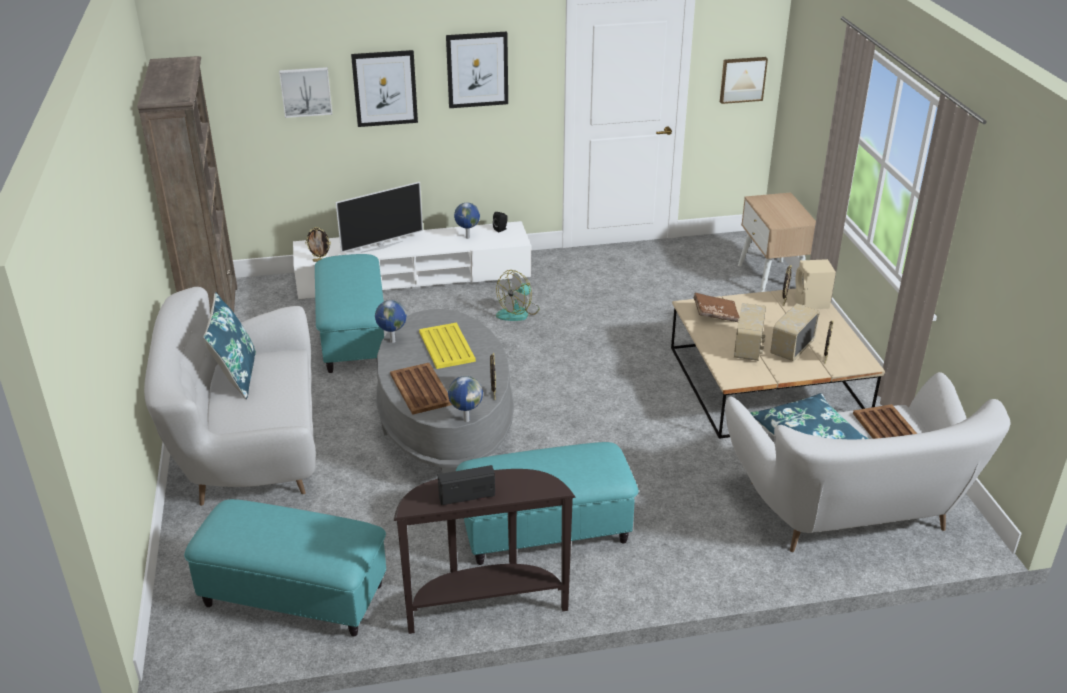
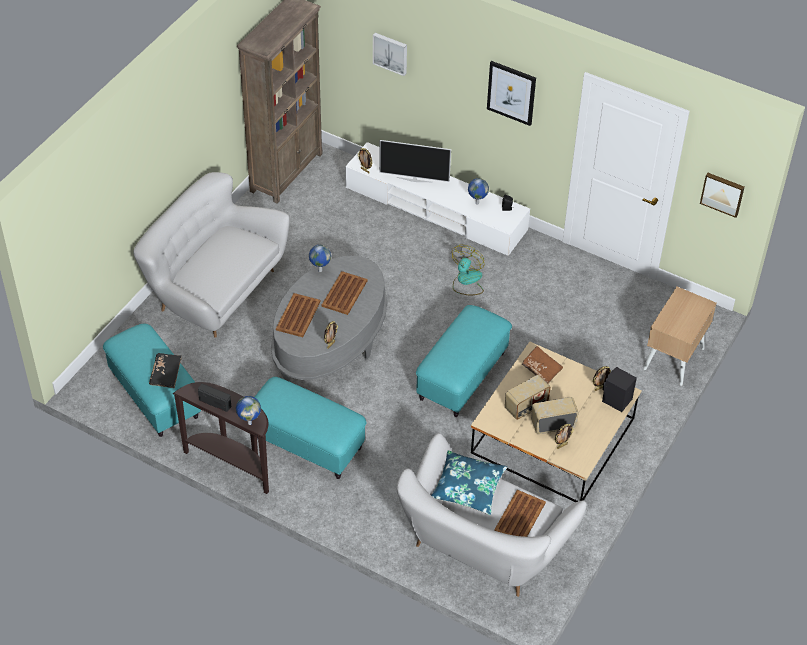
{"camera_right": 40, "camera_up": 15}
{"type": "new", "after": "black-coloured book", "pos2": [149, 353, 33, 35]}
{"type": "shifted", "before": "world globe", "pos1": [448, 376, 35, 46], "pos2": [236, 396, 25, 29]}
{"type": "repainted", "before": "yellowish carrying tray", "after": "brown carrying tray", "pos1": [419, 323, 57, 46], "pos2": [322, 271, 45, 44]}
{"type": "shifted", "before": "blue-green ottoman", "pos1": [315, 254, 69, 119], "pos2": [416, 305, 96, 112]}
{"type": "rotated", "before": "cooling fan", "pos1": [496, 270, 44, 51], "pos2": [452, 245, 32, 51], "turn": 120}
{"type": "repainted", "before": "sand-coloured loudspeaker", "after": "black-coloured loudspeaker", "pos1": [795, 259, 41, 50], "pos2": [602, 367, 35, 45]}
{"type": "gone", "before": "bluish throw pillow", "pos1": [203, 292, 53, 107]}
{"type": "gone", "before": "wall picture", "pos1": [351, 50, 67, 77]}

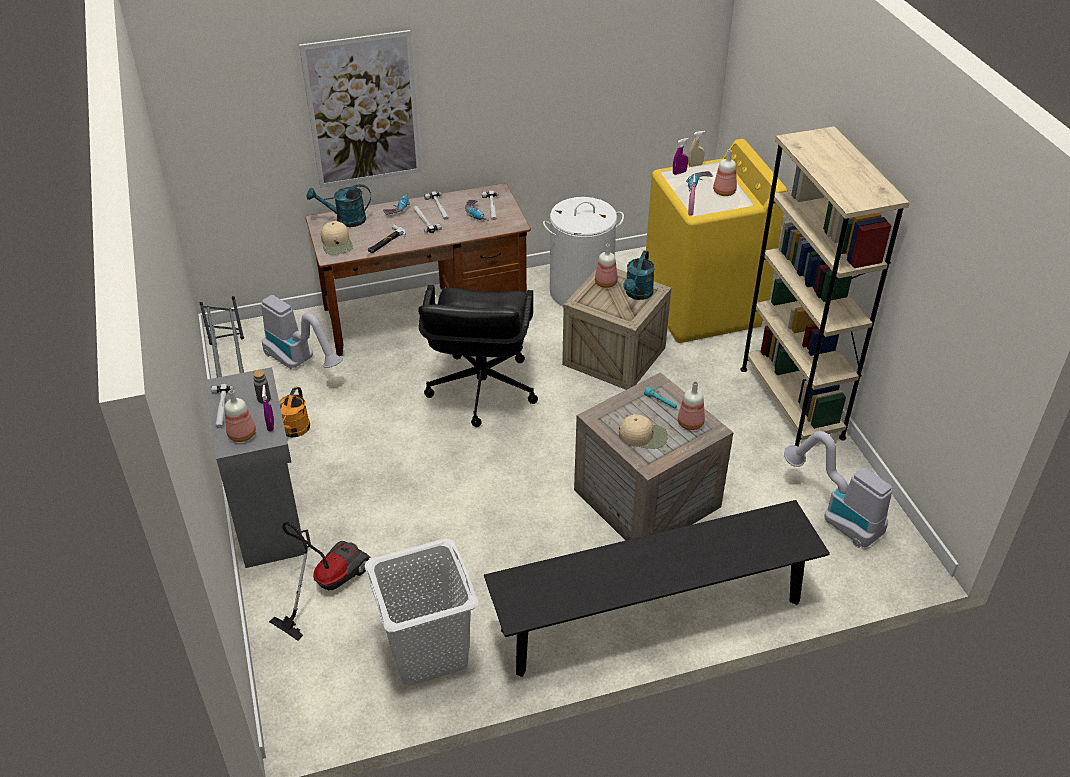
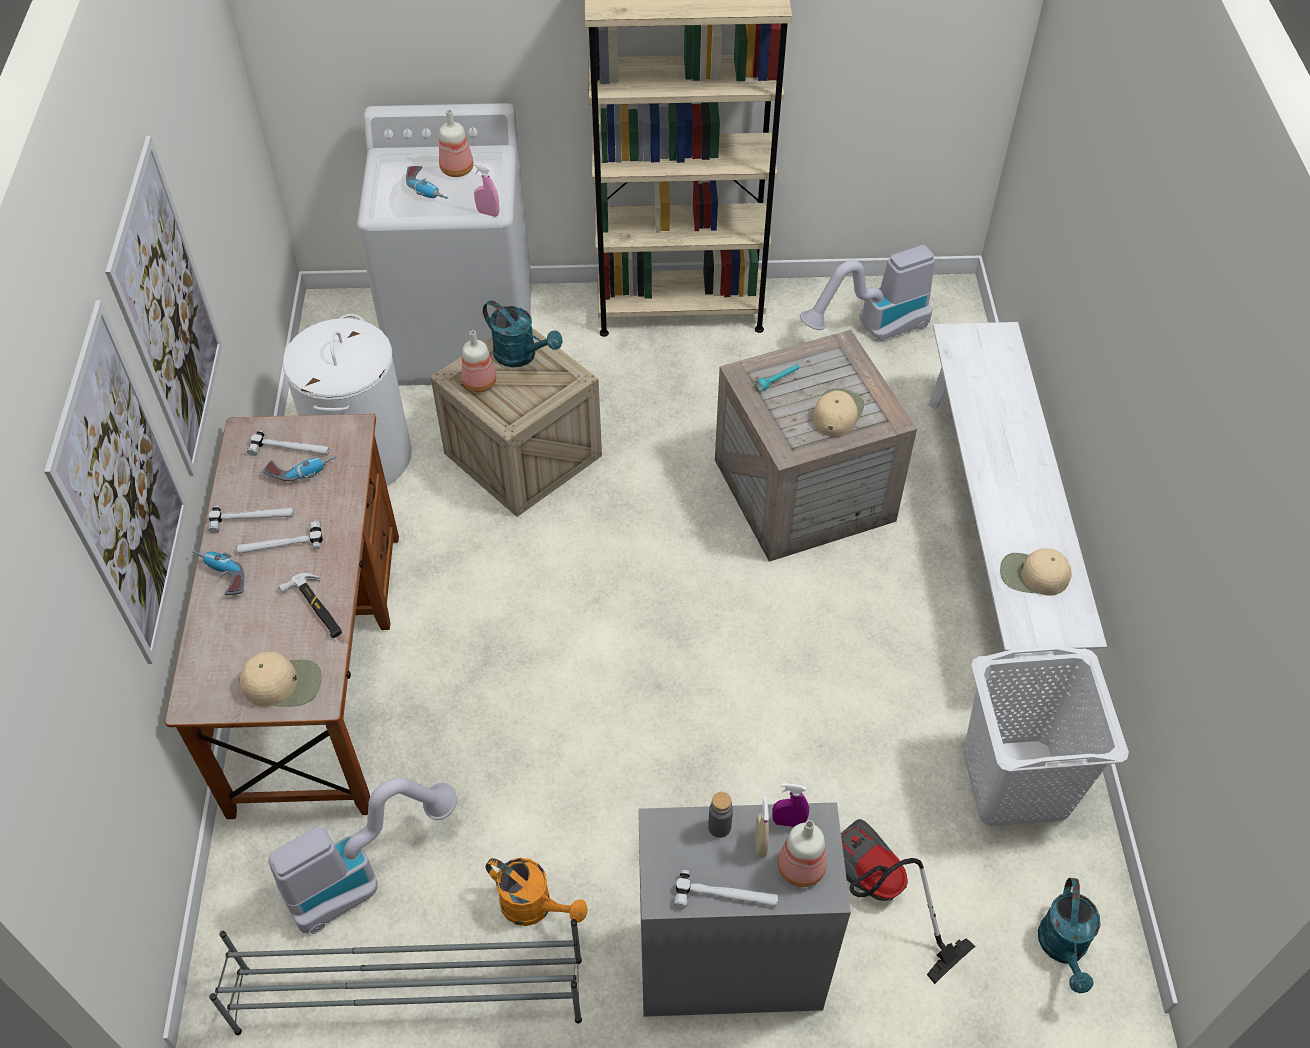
{"camera_right": -75, "camera_up": 10}
{"type": "new", "after": "wall picture", "pos2": [105, 136, 117, 340]}
{"type": "repainted", "before": "yellowish laundry machine", "after": "white laundry machine", "pos1": [646, 139, 141, 204], "pos2": [357, 103, 174, 283]}
{"type": "shifted", "before": "sand-coloured spray bottle", "pos1": [688, 131, 17, 36], "pos2": [755, 795, 14, 63]}
{"type": "repainted", "before": "black-coloured indoor bench", "after": "white indoor bench", "pos1": [484, 500, 346, 177], "pos2": [928, 322, 179, 356]}
{"type": "new", "after": "sand-coloured peaked cap", "pos2": [1000, 548, 72, 48]}
{"type": "shifted", "before": "blue-green sprinkling can", "pos1": [306, 184, 65, 43], "pos2": [1038, 878, 63, 116]}
{"type": "gone", "before": "black-coloured office chair", "pos1": [418, 285, 120, 142]}
{"type": "gone", "before": "purplish spray bottle", "pos1": [673, 138, 16, 37]}
{"type": "gone", "before": "bottle", "pos1": [678, 381, 27, 49]}

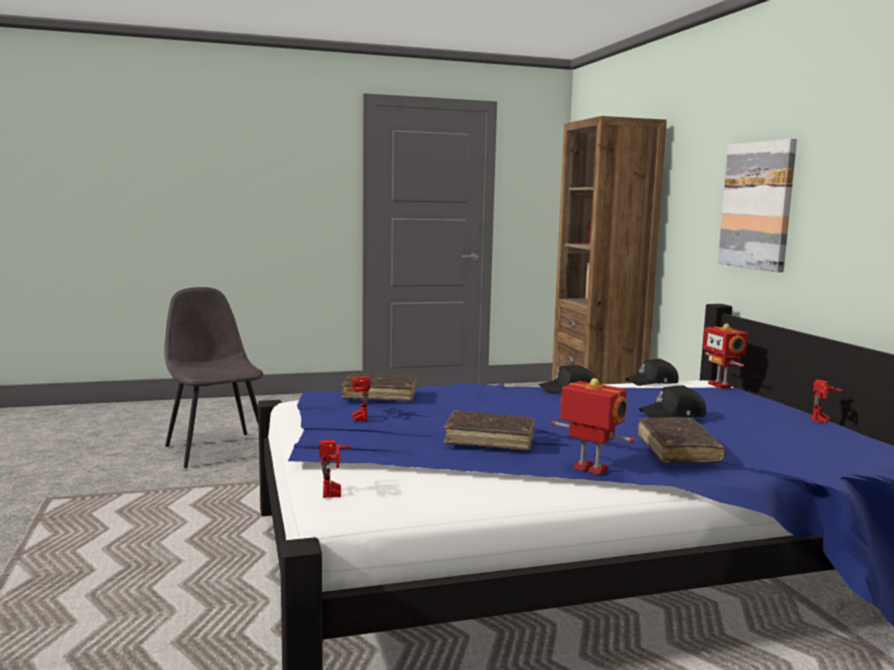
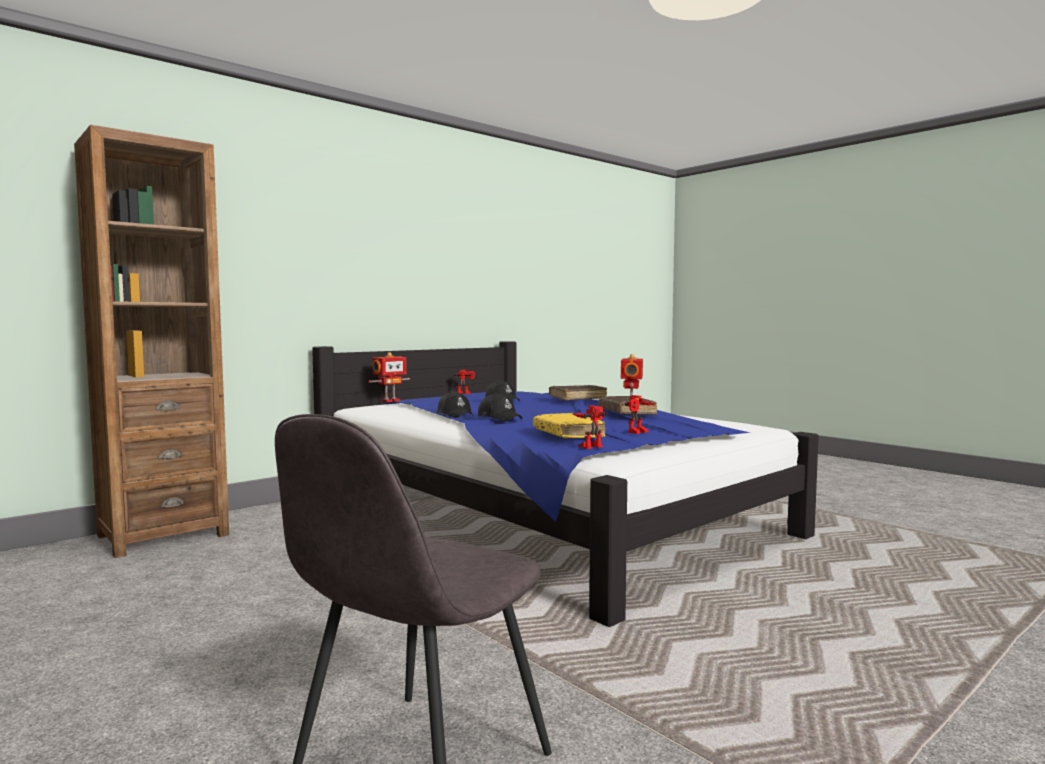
{"camera_right": -115, "camera_up": -5}
{"type": "shifted", "before": "black-coloured peaked cap", "pos1": [625, 358, 54, 28], "pos2": [478, 393, 44, 28]}
{"type": "repainted", "before": "brown book", "after": "yellowish book", "pos1": [342, 373, 75, 29], "pos2": [533, 413, 72, 25]}
{"type": "shifted", "before": "toy robot", "pos1": [319, 440, 33, 58], "pos2": [573, 405, 35, 44]}
{"type": "gone", "before": "wall picture", "pos1": [718, 138, 79, 134]}

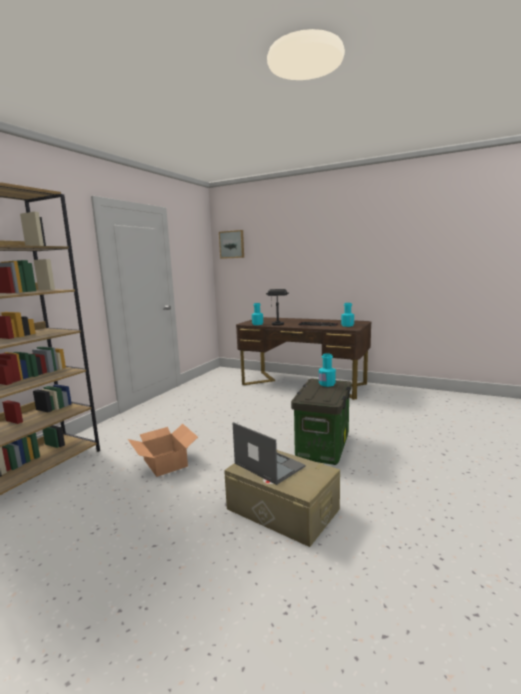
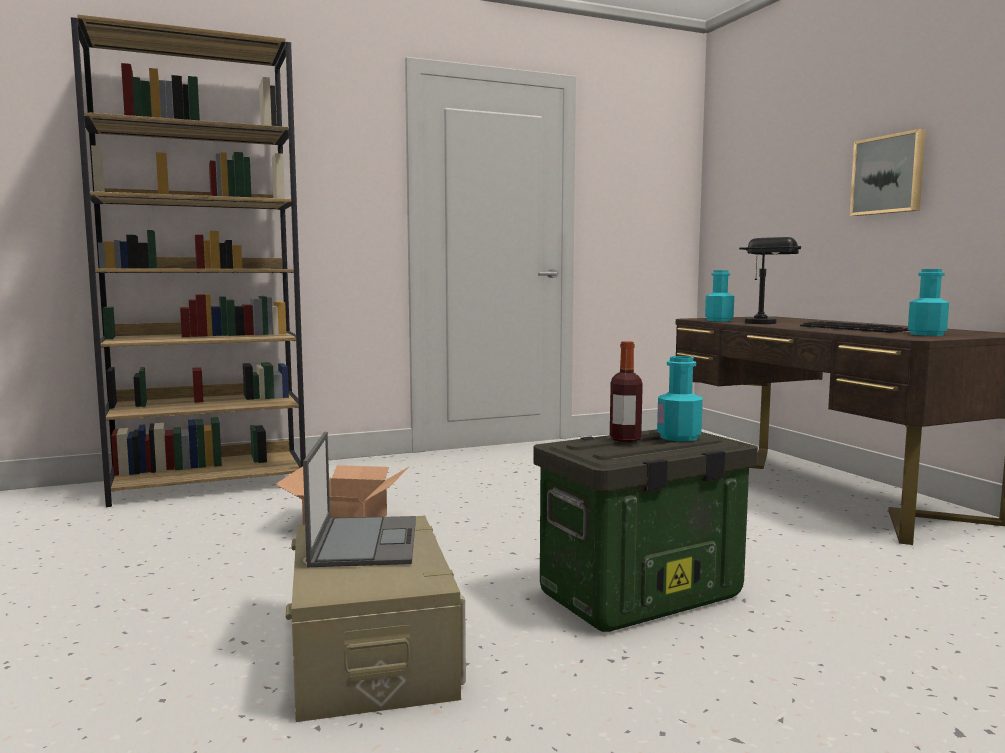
{"camera_right": 40, "camera_up": -5}
{"type": "new", "after": "bottle", "pos2": [610, 341, 33, 101]}
{"type": "shifted", "before": "wall picture", "pos1": [219, 230, 25, 29], "pos2": [850, 129, 76, 87]}

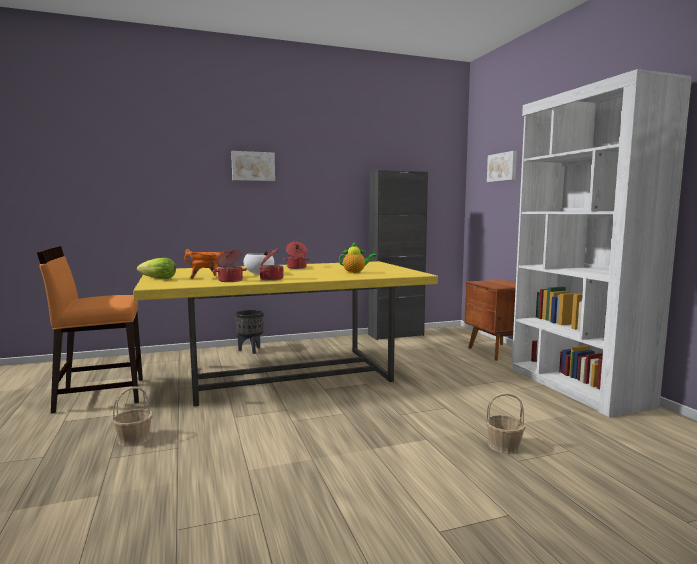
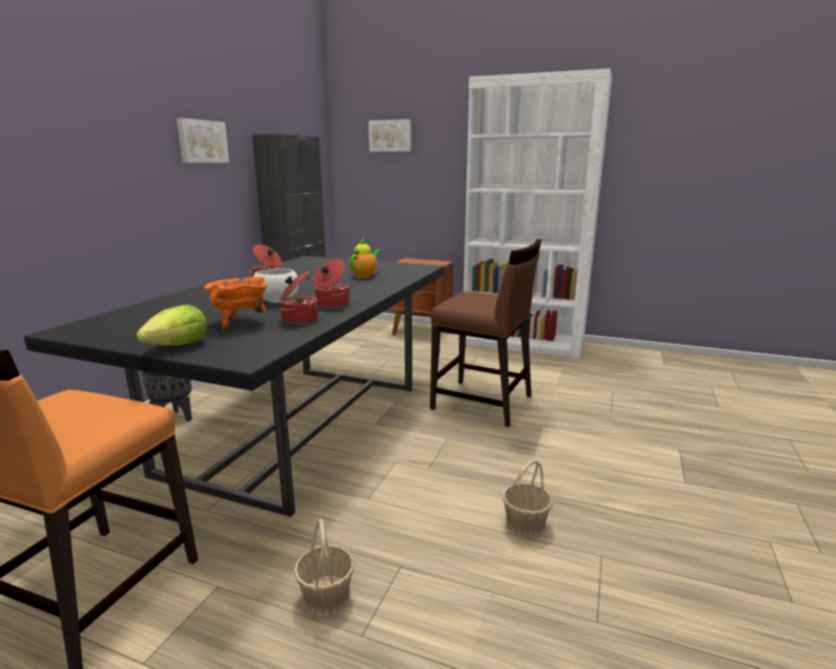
{"camera_right": -50, "camera_up": 10}
{"type": "repainted", "before": "yellowish kitchen table", "after": "black-coloured kitchen table", "pos1": [133, 261, 305, 145], "pos2": [24, 256, 421, 261]}
{"type": "shifted", "before": "wall picture", "pos1": [231, 151, 44, 30], "pos2": [176, 118, 53, 45]}
{"type": "new", "after": "brown plain chair", "pos2": [430, 239, 112, 188]}
{"type": "shifted", "before": "basket", "pos1": [486, 393, 40, 61], "pos2": [503, 460, 50, 78]}

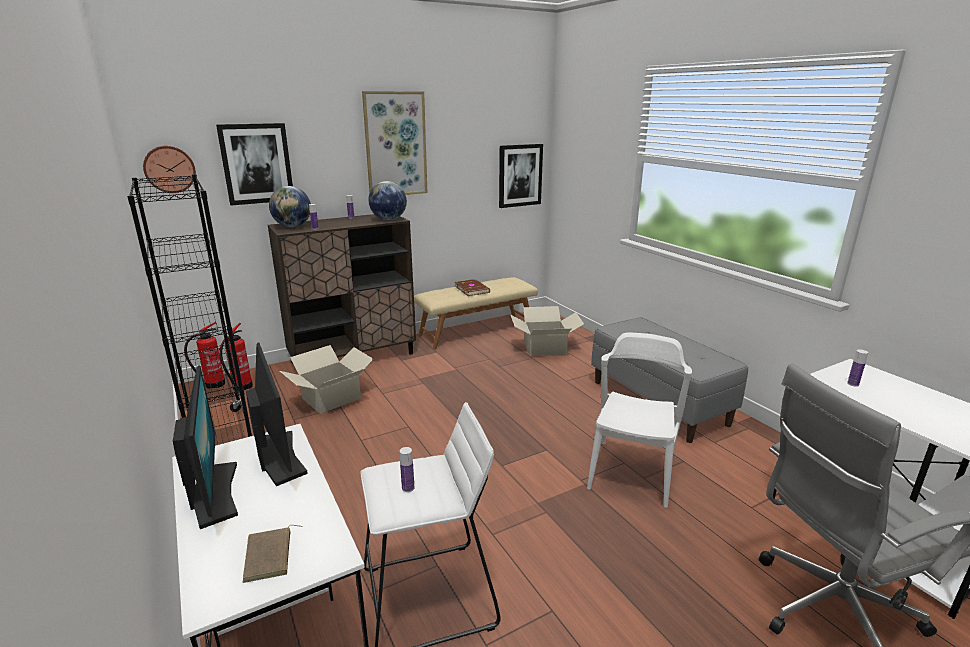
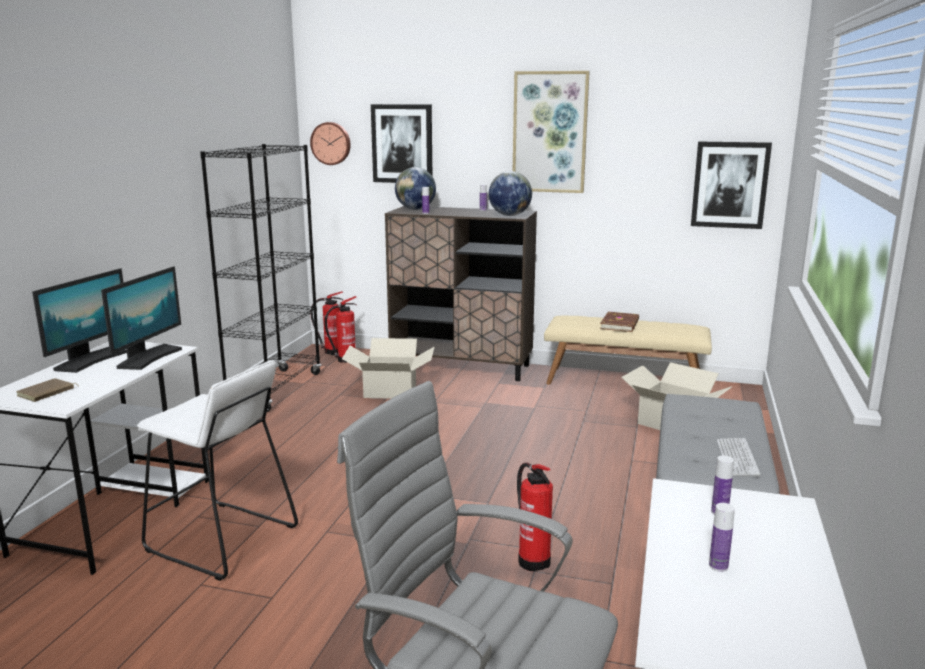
{"camera_right": 45, "camera_up": -5}
{"type": "swapped", "before": "white plain chair", "after": "fire extinguisher", "pos1": [587, 332, 105, 176], "pos2": [517, 462, 36, 110]}
{"type": "shifted", "before": "bottle", "pos1": [400, 447, 14, 45], "pos2": [709, 503, 26, 69]}
{"type": "new", "after": "PC keyboard", "pos2": [717, 438, 43, 38]}

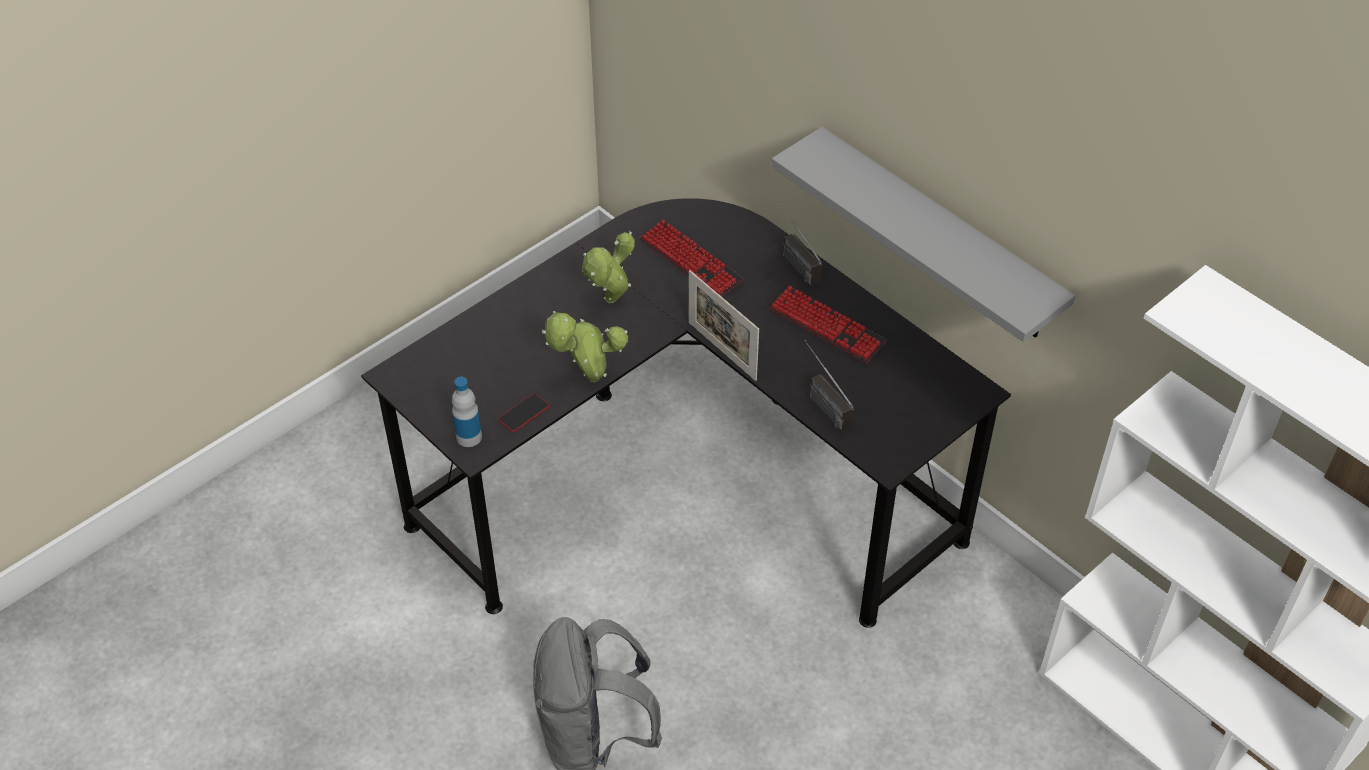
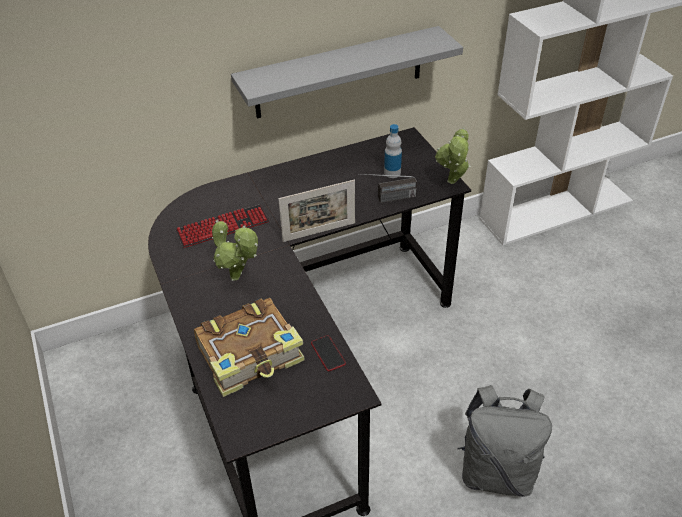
{"camera_right": -70, "camera_up": -5}
{"type": "new", "after": "book", "pos2": [194, 298, 111, 99]}
{"type": "shifted", "before": "bottle", "pos1": [452, 377, 30, 70], "pos2": [384, 124, 18, 54]}
{"type": "shifted", "before": "potted plant", "pos1": [542, 311, 86, 71], "pos2": [435, 128, 36, 56]}
{"type": "gone", "before": "PC keyboard", "pos1": [769, 286, 118, 77]}
{"type": "gone", "before": "radio set", "pos1": [779, 202, 44, 84]}

